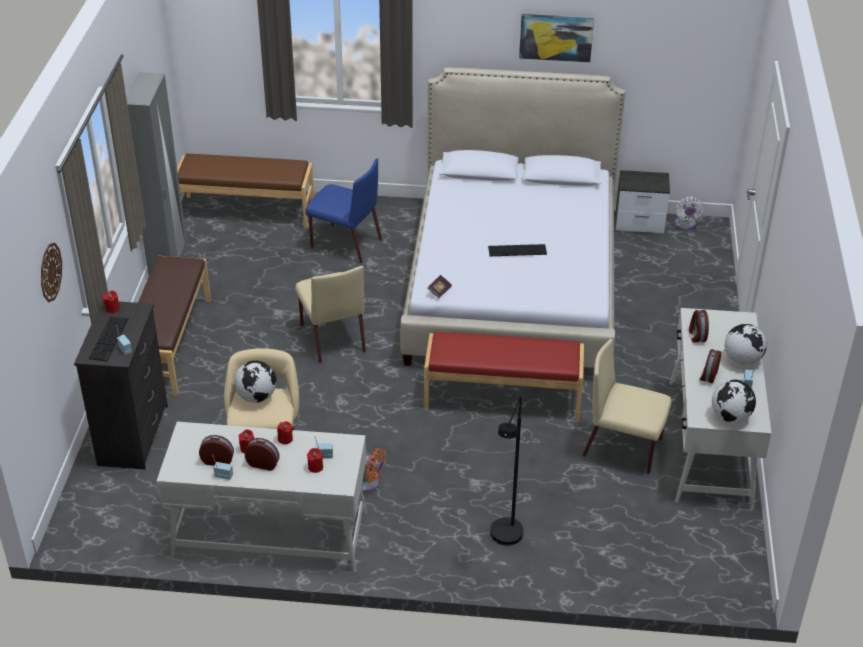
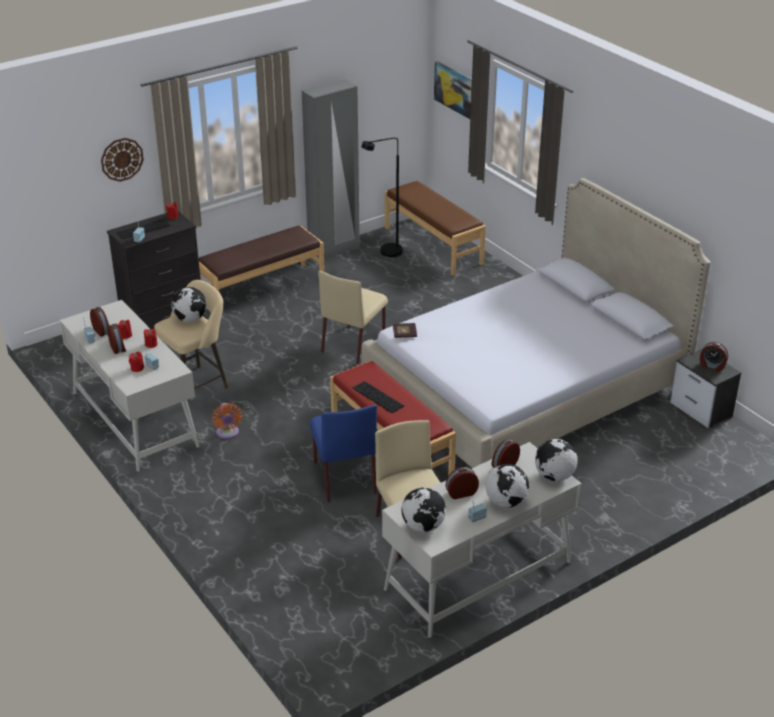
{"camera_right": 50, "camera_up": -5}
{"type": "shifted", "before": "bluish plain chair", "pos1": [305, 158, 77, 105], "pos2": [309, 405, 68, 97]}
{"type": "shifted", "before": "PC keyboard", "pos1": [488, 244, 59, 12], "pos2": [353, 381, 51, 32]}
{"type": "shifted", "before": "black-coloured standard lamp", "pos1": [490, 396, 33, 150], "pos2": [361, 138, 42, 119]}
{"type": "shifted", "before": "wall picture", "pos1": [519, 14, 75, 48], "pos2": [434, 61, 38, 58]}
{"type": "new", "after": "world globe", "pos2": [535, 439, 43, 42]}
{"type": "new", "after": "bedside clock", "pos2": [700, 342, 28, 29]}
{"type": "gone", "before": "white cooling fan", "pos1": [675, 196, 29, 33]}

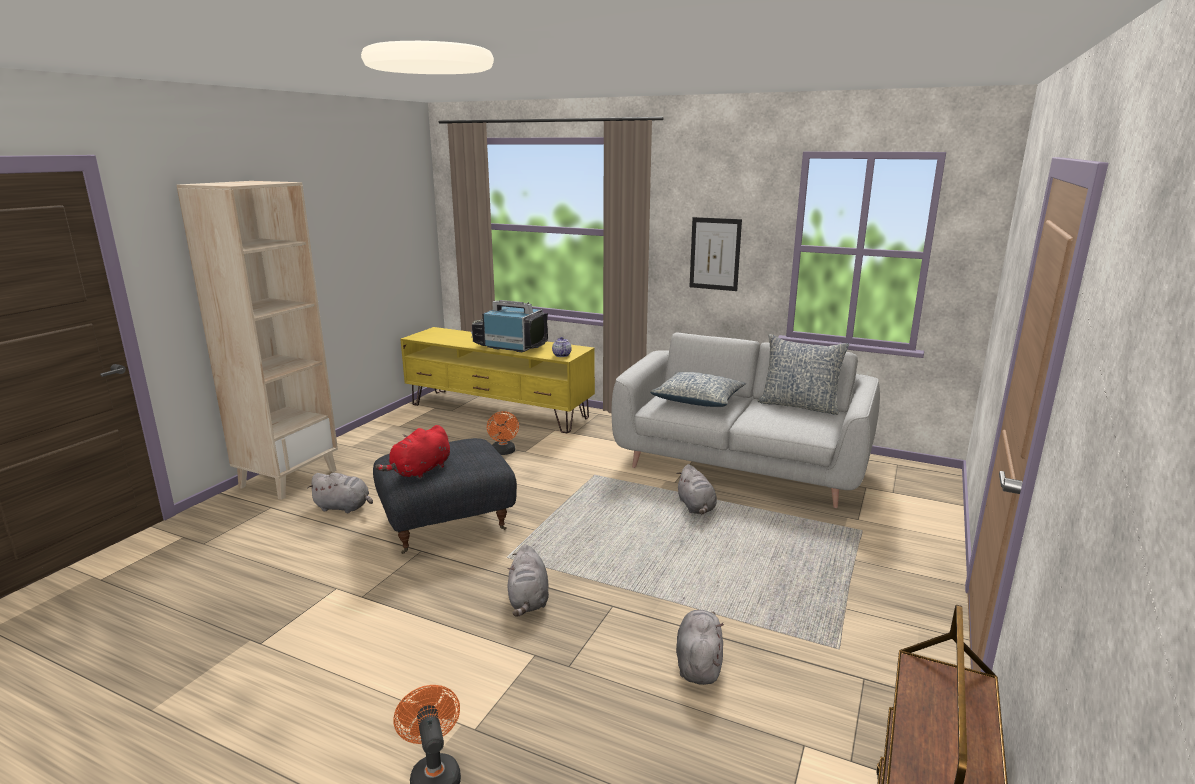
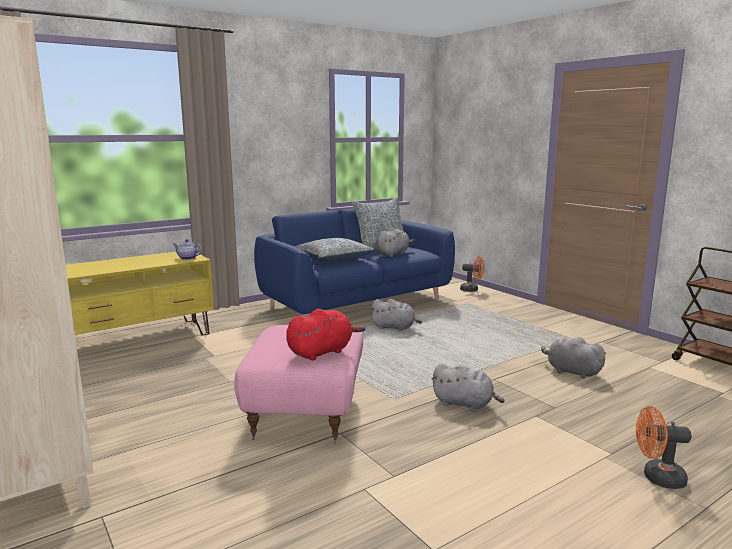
{"camera_right": -60, "camera_up": -5}
{"type": "repainted", "before": "gray ottoman", "after": "pinkish ottoman", "pos1": [373, 438, 144, 116], "pos2": [234, 325, 129, 118]}
{"type": "repainted", "before": "gray couch", "after": "bluish couch", "pos1": [612, 332, 268, 176], "pos2": [254, 208, 201, 106]}
{"type": "rotated", "before": "reddish soft toy", "pos1": [375, 425, 75, 54], "pos2": [286, 309, 80, 52], "turn": -105}
{"type": "shifted", "before": "gray soft toy", "pos1": [308, 473, 65, 40], "pos2": [375, 228, 40, 29]}
{"type": "shifted", "before": "orange cooling fan", "pos1": [487, 411, 32, 44], "pos2": [460, 257, 25, 35]}
{"type": "gone", "before": "TV set", "pos1": [471, 300, 77, 52]}
{"type": "gone", "before": "wall picture", "pos1": [689, 217, 53, 74]}

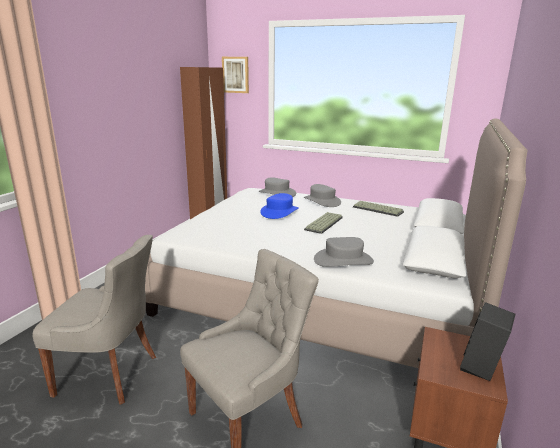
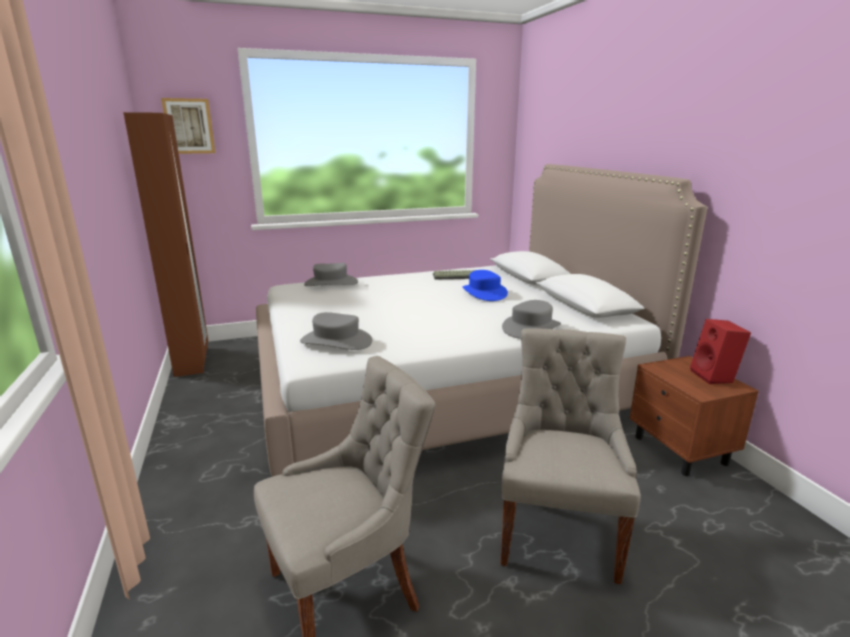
{"camera_right": -40, "camera_up": 0}
{"type": "shifted", "before": "gray hat", "pos1": [304, 184, 37, 23], "pos2": [300, 312, 72, 38]}
{"type": "shifted", "before": "bluish hat", "pos1": [260, 193, 39, 26], "pos2": [463, 270, 45, 31]}
{"type": "repainted", "before": "black-coloured loudspeaker", "after": "reddish loudspeaker", "pos1": [460, 302, 55, 79], "pos2": [690, 319, 61, 65]}
{"type": "gone", "before": "PC keyboard", "pos1": [304, 212, 39, 22]}

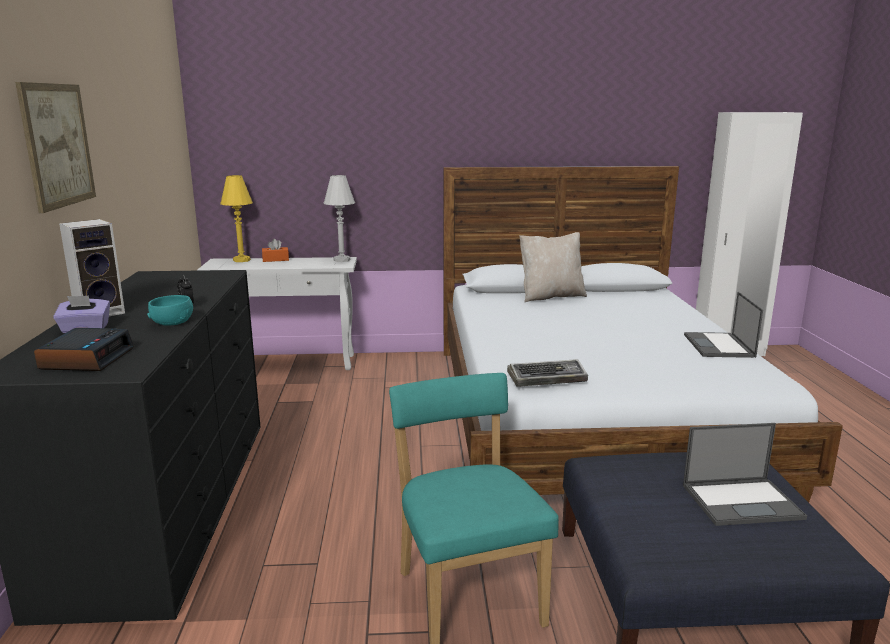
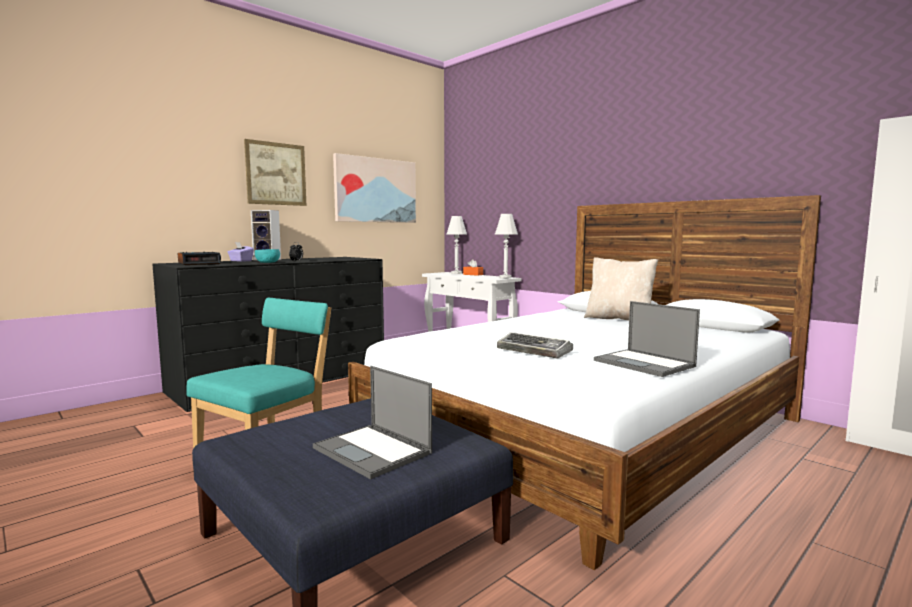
{"camera_right": 50, "camera_up": -10}
{"type": "new", "after": "wall picture", "pos2": [333, 153, 83, 70]}
{"type": "repainted", "before": "yellowish tabletop lamp", "after": "white tabletop lamp", "pos1": [220, 175, 33, 87], "pos2": [447, 216, 20, 58]}
{"type": "shifted", "before": "PC keyboard", "pos1": [507, 359, 81, 28], "pos2": [497, 332, 76, 27]}
{"type": "rotated", "before": "portable computer", "pos1": [684, 292, 79, 66], "pos2": [594, 301, 106, 76], "turn": -90}

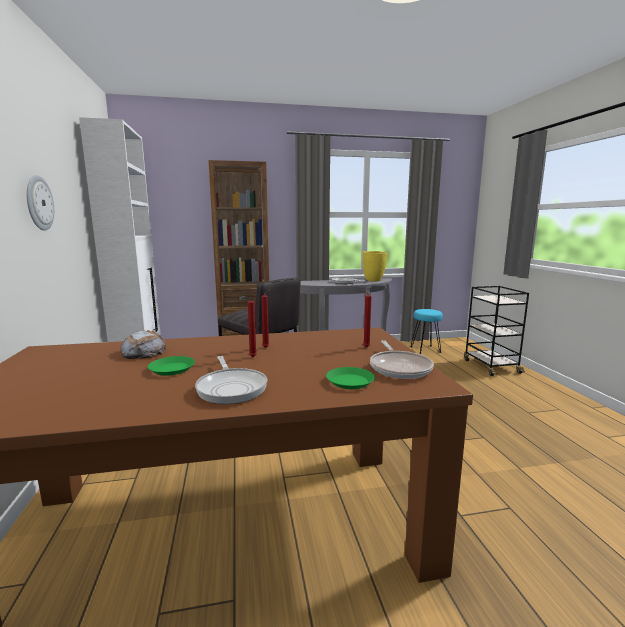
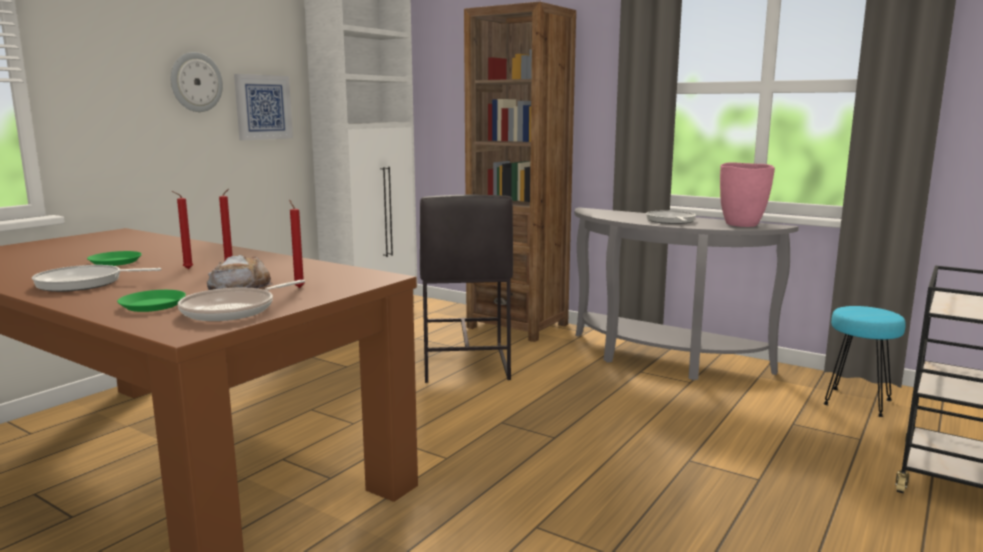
{"camera_right": 45, "camera_up": 0}
{"type": "rotated", "before": "skillet", "pos1": [195, 356, 72, 48], "pos2": [32, 265, 130, 27], "turn": 60}
{"type": "shifted", "before": "bakery bread", "pos1": [120, 330, 46, 29], "pos2": [207, 255, 66, 35]}
{"type": "new", "after": "wall picture", "pos2": [234, 74, 59, 67]}
{"type": "repainted", "before": "yellowish flower vase", "after": "pinkish flower vase", "pos1": [363, 251, 24, 30], "pos2": [720, 162, 55, 65]}

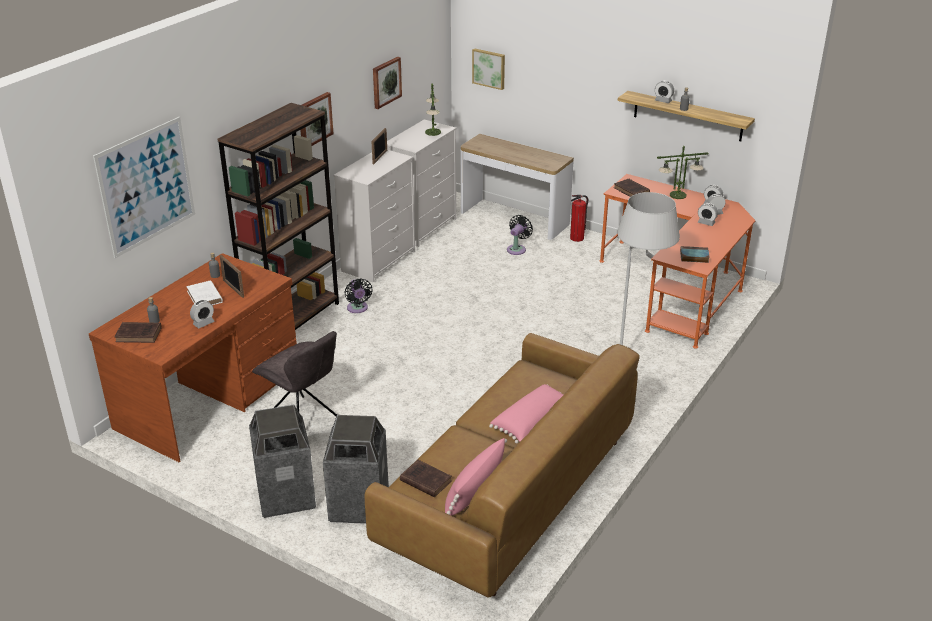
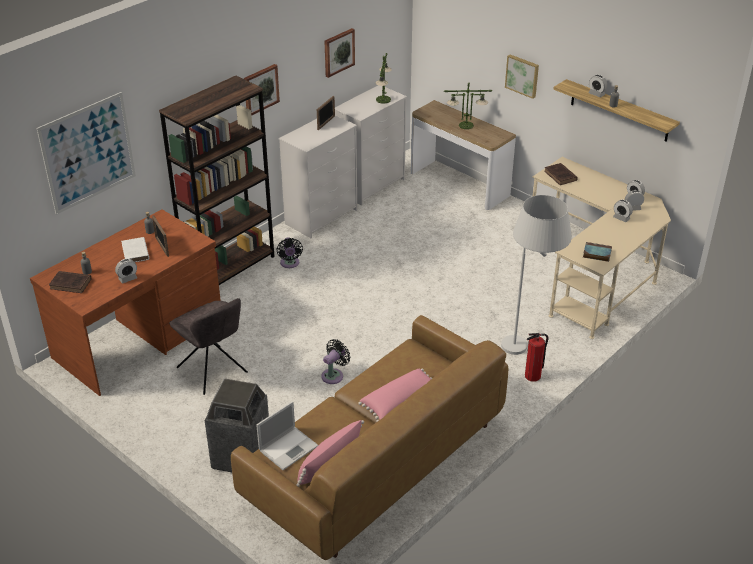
{"camera_right": 10, "camera_up": 5}
{"type": "swapped", "before": "brown book", "after": "portable computer", "pos1": [400, 460, 52, 37], "pos2": [256, 401, 62, 69]}
{"type": "shifted", "before": "black-coloured cooling fan", "pos1": [507, 215, 26, 40], "pos2": [321, 339, 29, 45]}
{"type": "shifted", "before": "tabletop lamp", "pos1": [657, 146, 52, 53], "pos2": [444, 82, 49, 47]}
{"type": "shifted", "before": "wall picture", "pos1": [472, 48, 33, 42], "pos2": [505, 55, 34, 44]}
{"type": "shifted", "before": "fire extinguisher", "pos1": [570, 195, 18, 47], "pos2": [525, 333, 24, 49]}
{"type": "repainted", "before": "orange desk table", "after": "sand-coloured desk table", "pos1": [599, 174, 157, 175], "pos2": [533, 157, 138, 182]}
{"type": "gone", "before": "waste bin", "pos1": [249, 405, 67, 113]}

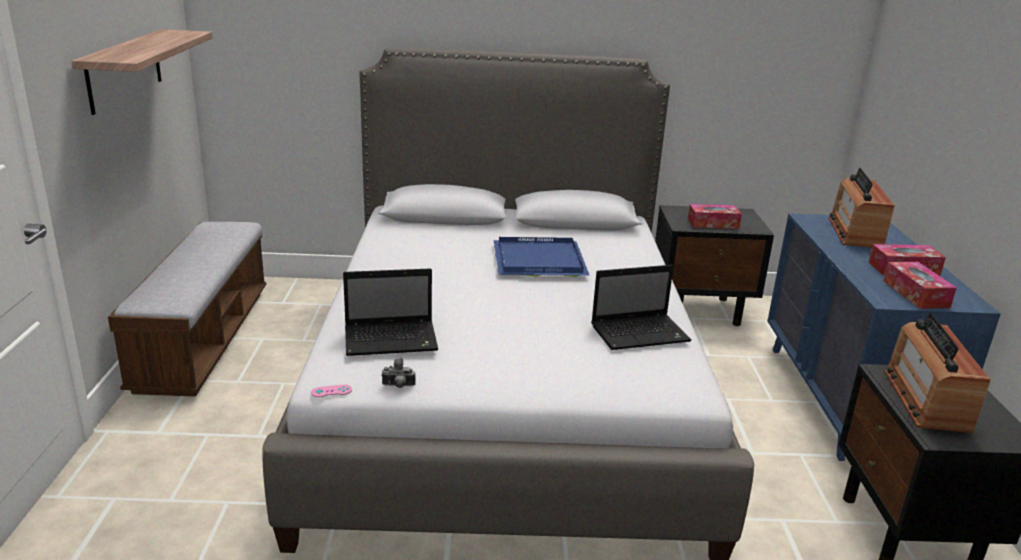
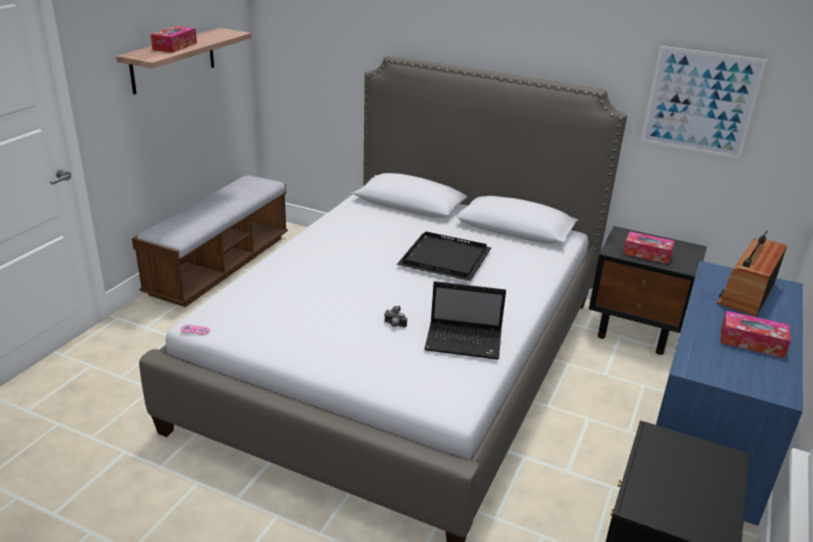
{"camera_right": 25, "camera_up": 5}
{"type": "shifted", "before": "tissue box", "pos1": [883, 262, 74, 47], "pos2": [150, 26, 47, 27]}
{"type": "shifted", "before": "photo camera", "pos1": [381, 358, 34, 30], "pos2": [384, 306, 23, 22]}
{"type": "repainted", "before": "bluish carrying tray", "after": "black-coloured carrying tray", "pos1": [494, 237, 96, 40], "pos2": [396, 232, 95, 49]}
{"type": "new", "after": "wall picture", "pos2": [641, 46, 126, 113]}
{"type": "gone", "before": "portable computer", "pos1": [343, 268, 95, 88]}
{"type": "gone", "before": "radio set", "pos1": [884, 313, 107, 120]}

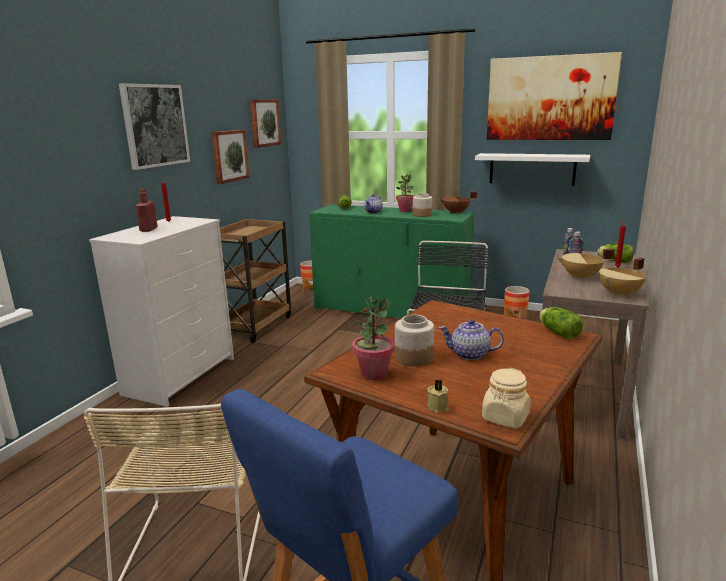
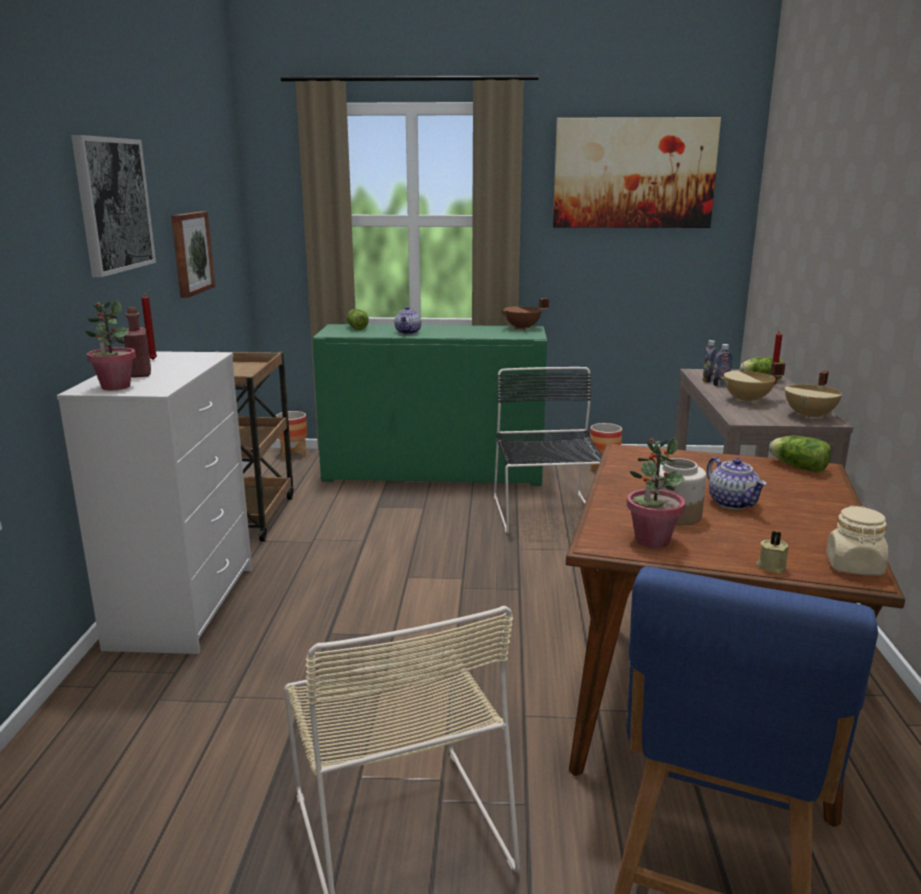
{"camera_right": -20, "camera_up": 0}
{"type": "shifted", "before": "potted plant", "pos1": [396, 175, 18, 37], "pos2": [85, 301, 51, 89]}
{"type": "rotated", "before": "tea pot", "pos1": [439, 319, 65, 41], "pos2": [707, 457, 60, 52], "turn": -105}
{"type": "gone", "before": "wall picture", "pos1": [250, 99, 31, 49]}
{"type": "gone", "before": "storage jar", "pos1": [413, 193, 19, 24]}
{"type": "gone", "before": "white wall shelf", "pos1": [475, 153, 115, 33]}

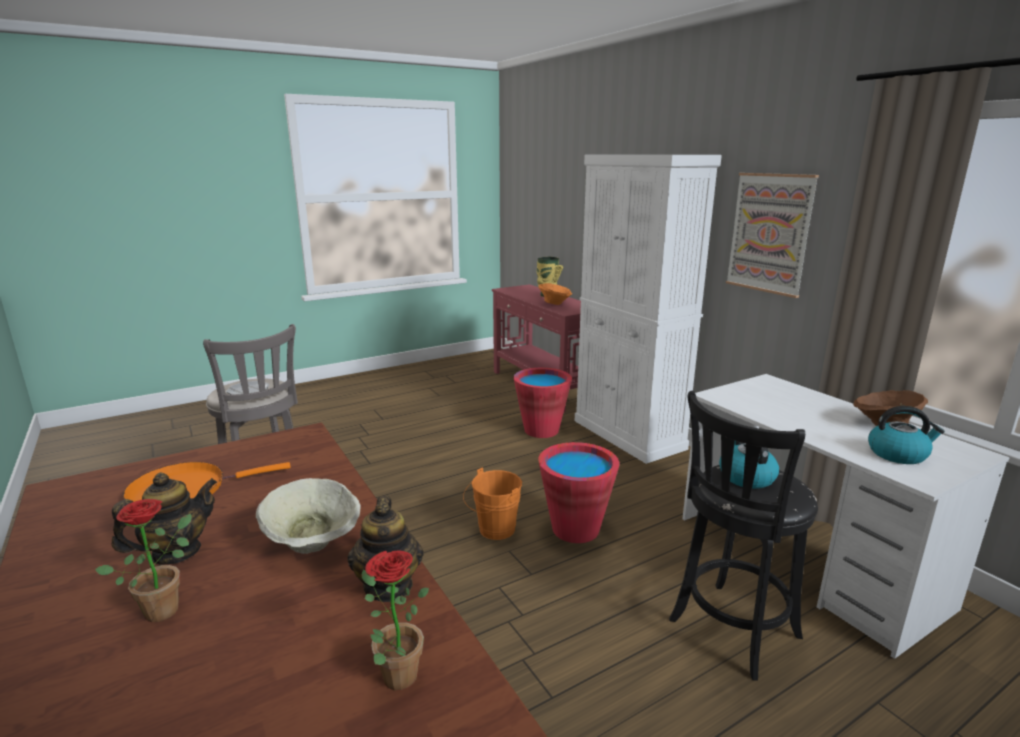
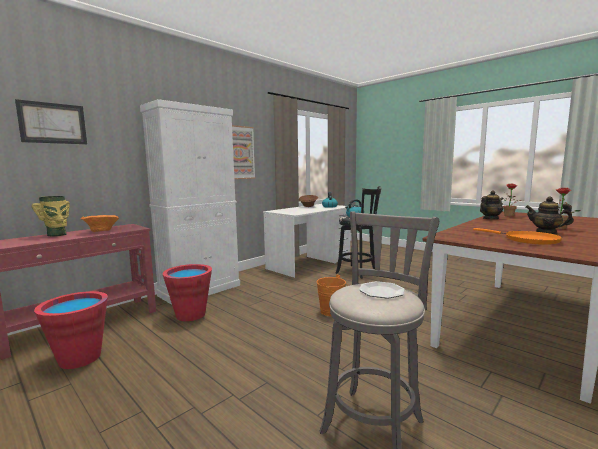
{"camera_right": -105, "camera_up": -10}
{"type": "new", "after": "wall picture", "pos2": [15, 99, 72, 45]}
{"type": "shifted", "before": "reddish water bucket", "pos1": [538, 442, 82, 101], "pos2": [34, 291, 74, 78]}
{"type": "gone", "before": "sand-coloured bowl", "pos1": [256, 478, 105, 76]}

